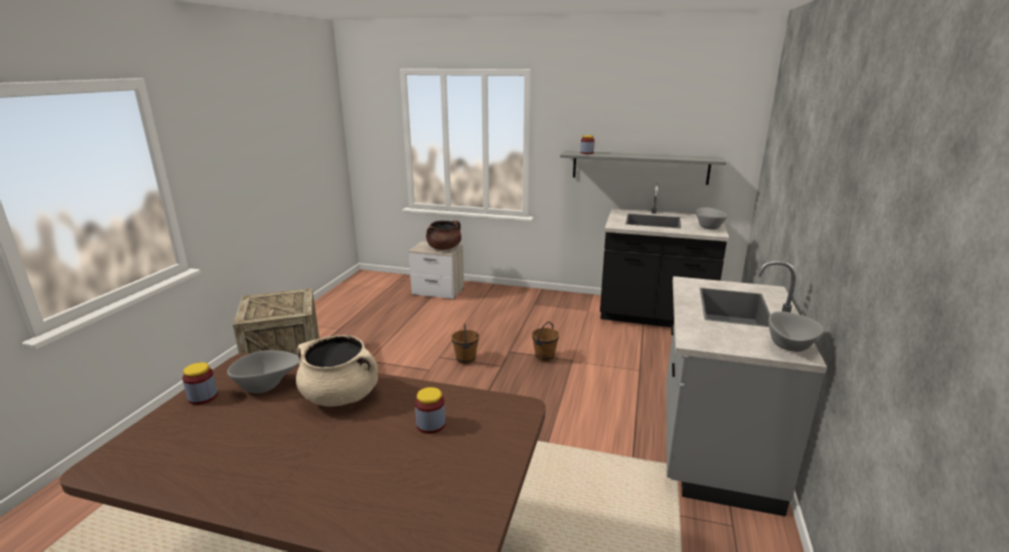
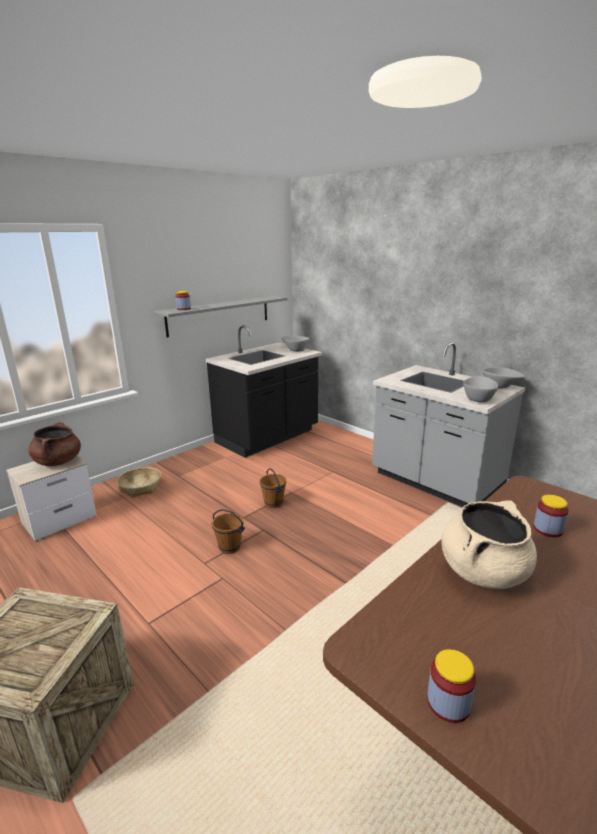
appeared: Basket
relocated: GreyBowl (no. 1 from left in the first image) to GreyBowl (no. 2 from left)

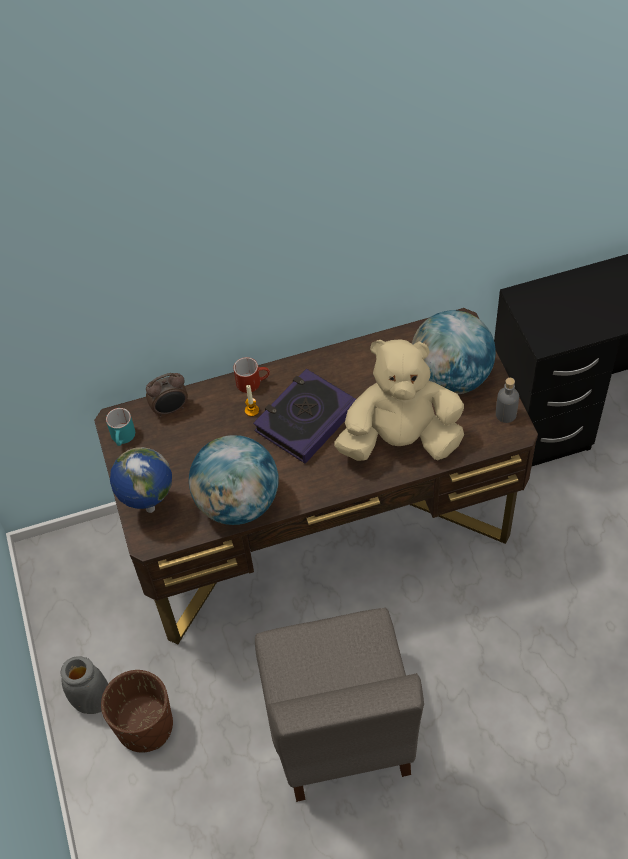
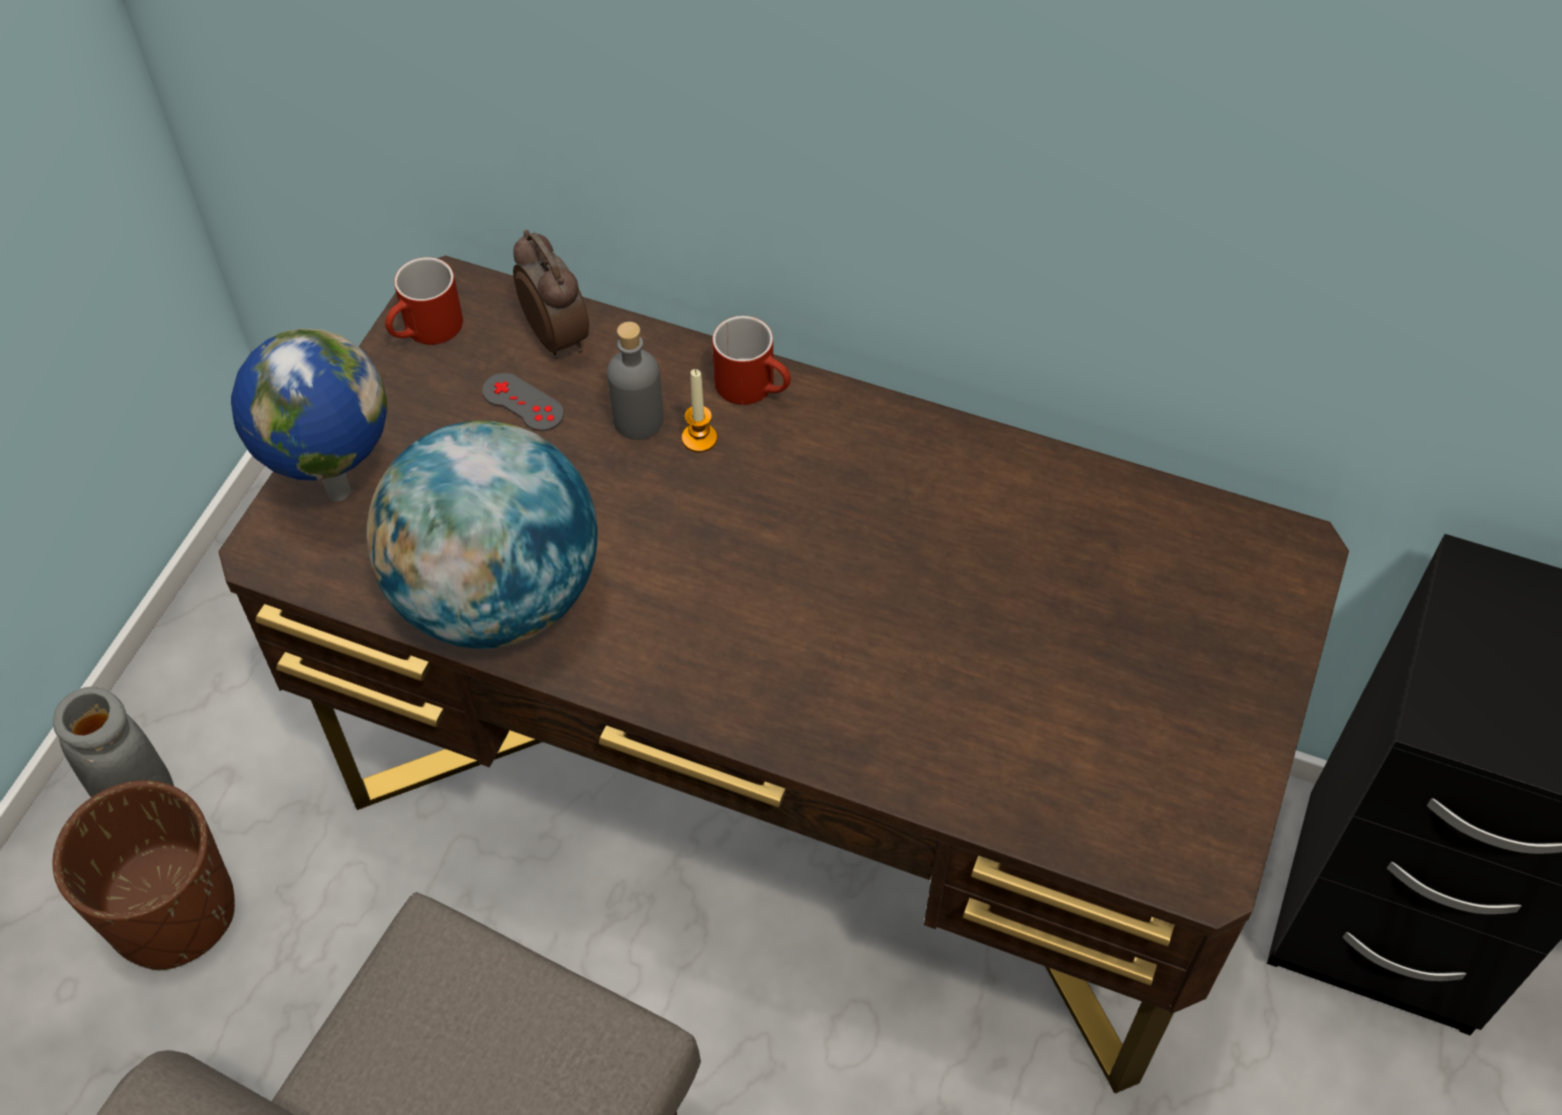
missing: Globe (no. 3 from left); BeigePlushToy; Book
appeared: GreyGameController
relocated: GreyBottle
colour: TurquoiseMug to RedMug (no. 1 from left)
spun: AlarmClock 135 degrees counterclockwise

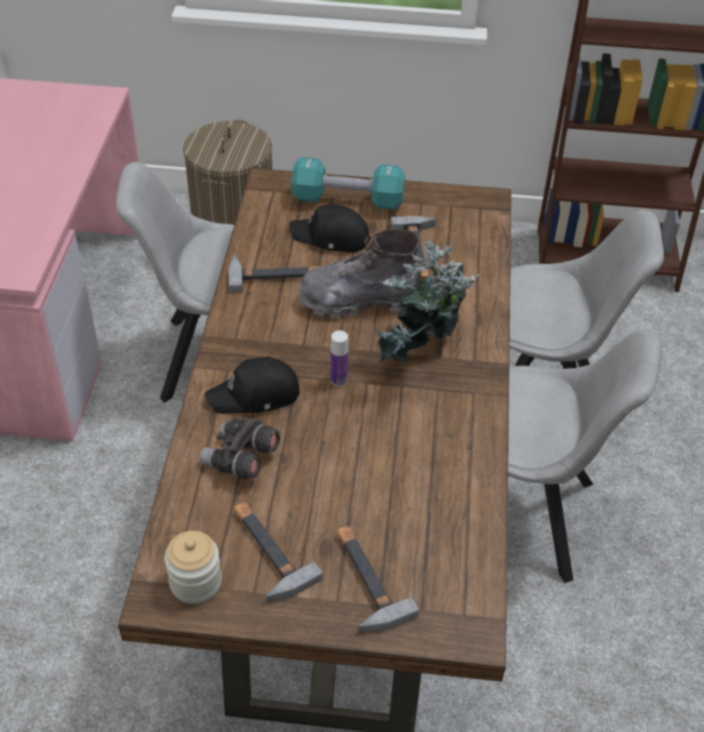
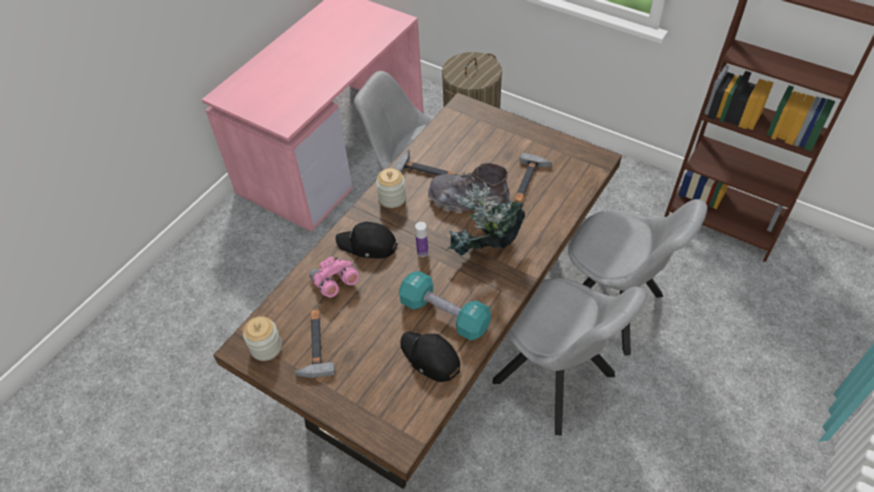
missing: Hammer (no. 3 from left)
appeared: Jar (no. 2 from left)
relocated: TurquoiseDumbbell; BlackCap (no. 2 from left)
colour: GreyBinoculars to PinkBinoculars

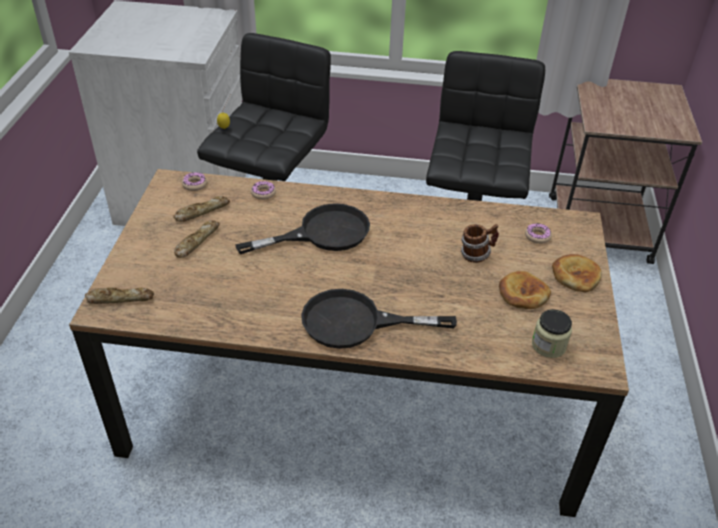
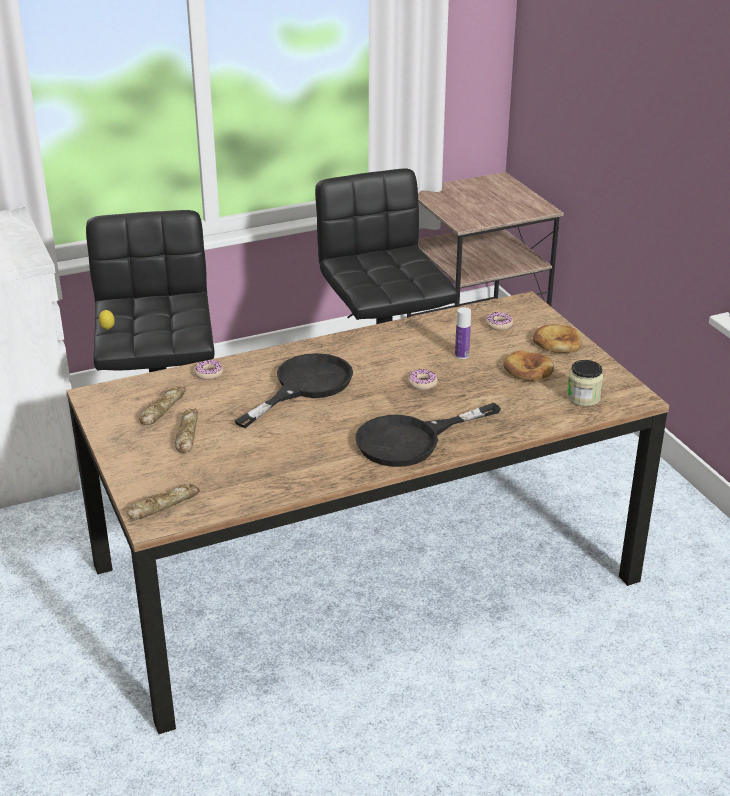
relocated: Donut (no. 1 from left in the first image) to Donut (no. 2 from left)
exchanged: Mug to Bottle

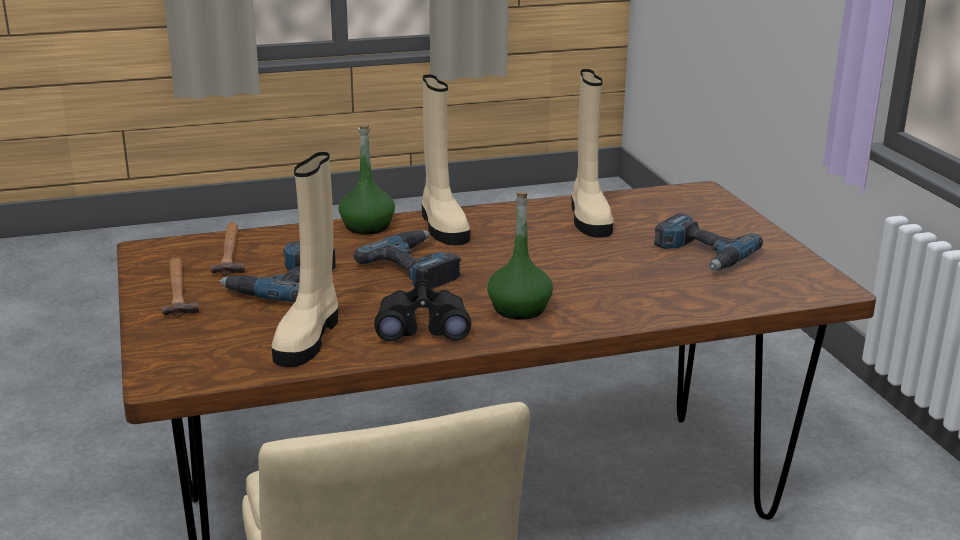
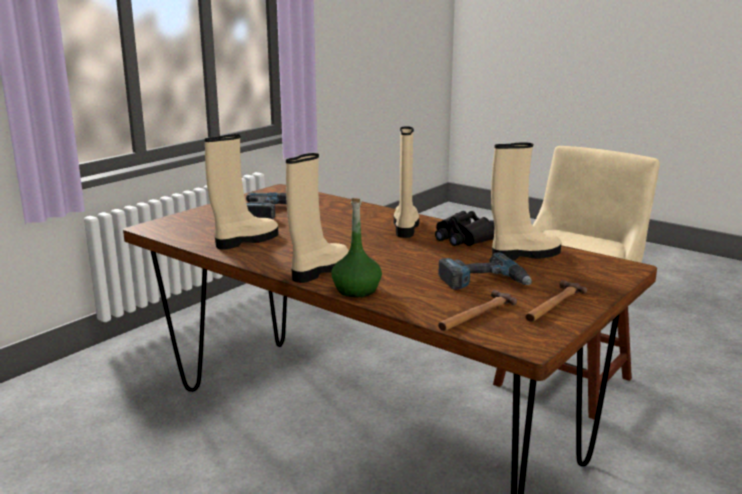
missing: PowerDrill (no. 2 from left)
exchanged: GreenBottle (no. 2 from left) to BeigeBoot (no. 3 from left)

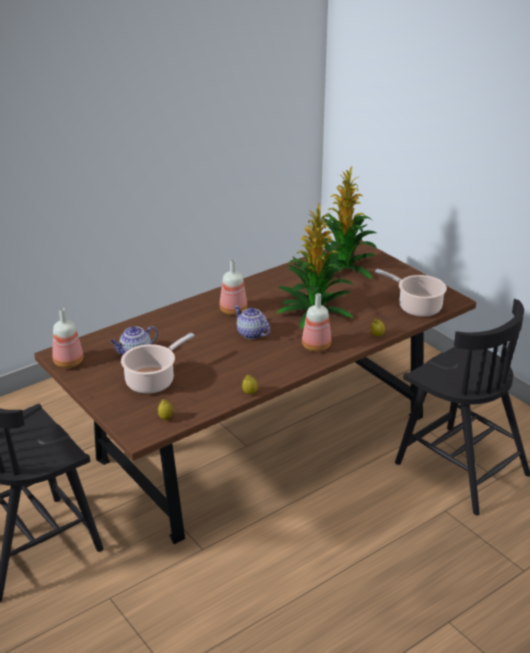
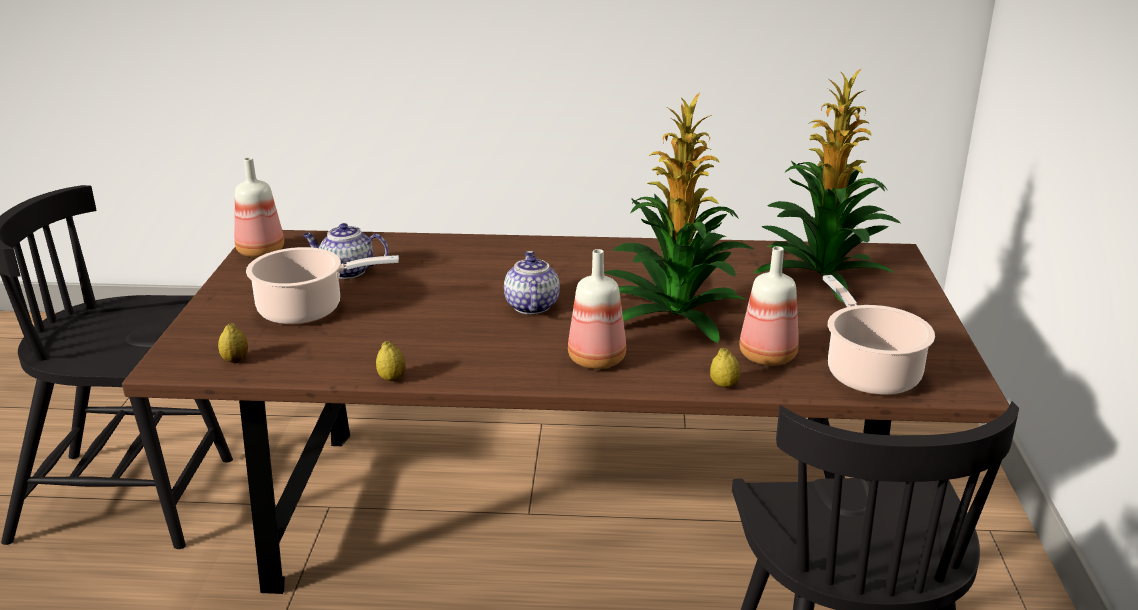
relocated: Bottle (no. 2 from left in the first image) to Bottle (no. 3 from left)

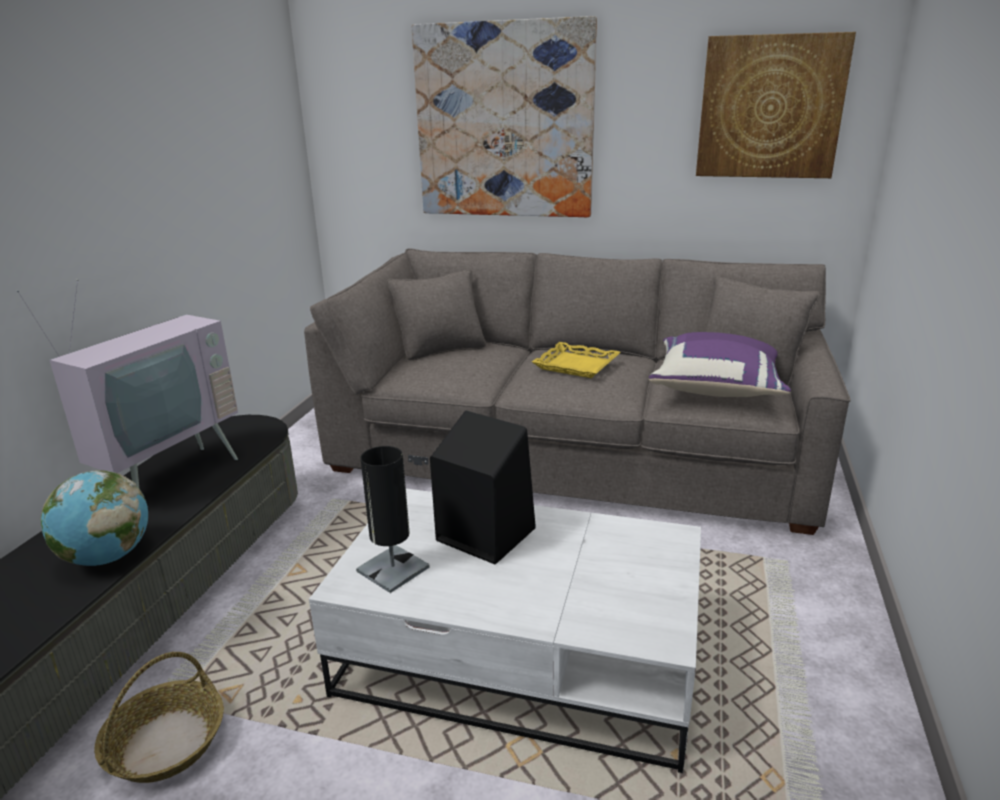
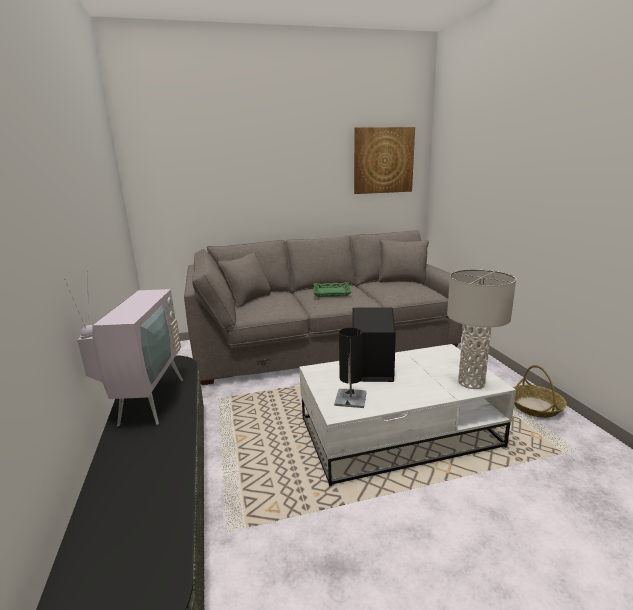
missing: Picture (no. 1 from left); PurplePillow; Globe
appeared: WhiteTableLamp
relocated: Basket
colour: YellowTray to GreenTray

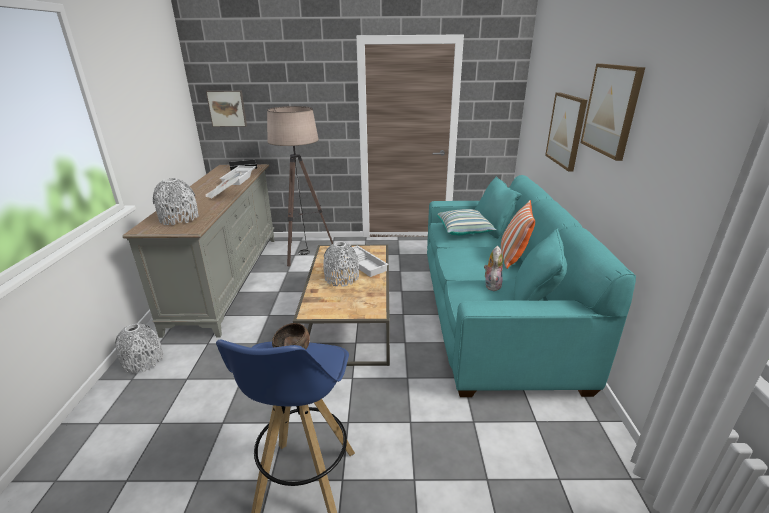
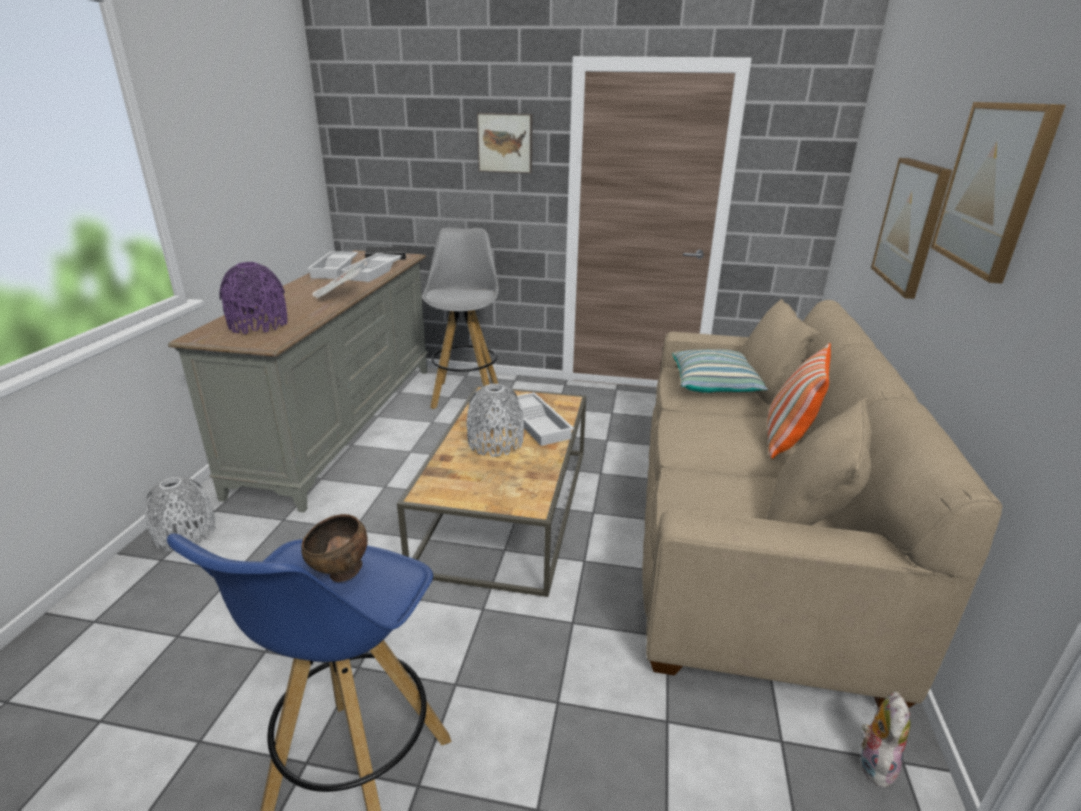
appeared: WhiteTray (no. 1 from left)
relocated: Picture (no. 1 from left); PlushToy
exchanged: FloorLamp to GreyStool
colour: TurquoiseSofa to BeigeSofa; GreyVase (no. 2 from left) to PurpleVase

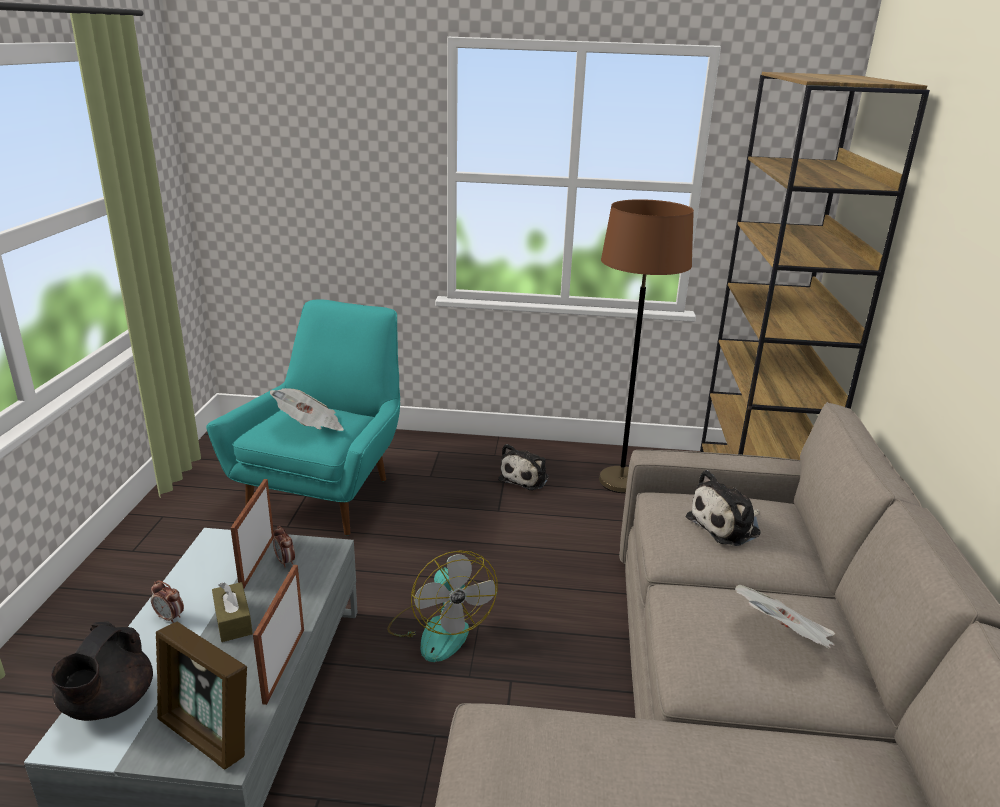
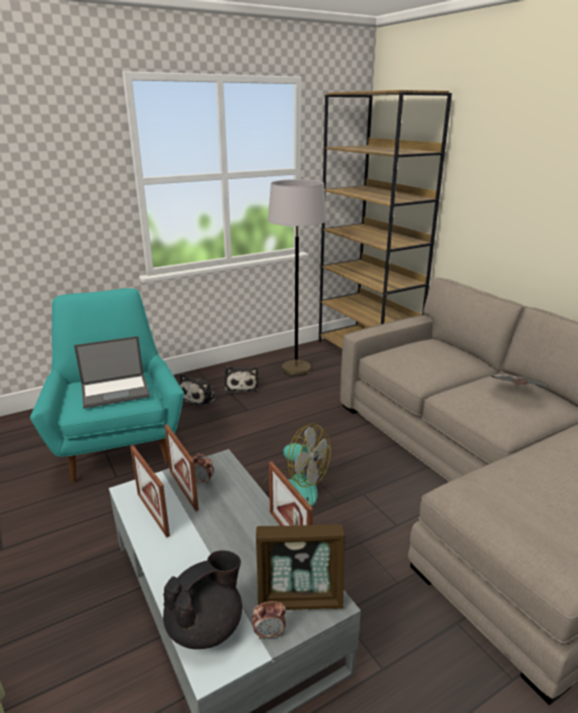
missing: BrownTissueBox
appeared: PictureFrame (no. 1 from left)
relocated: PlushToy (no. 2 from left in the first image) to PlushToy (no. 1 from left); AlarmClock (no. 1 from left in the first image) to AlarmClock (no. 2 from left)
exchanged: Newspaper (no. 1 from left) to Laptop
colour: BrownFloorLamp to GreyFloorLamp
spun: BlackTeapot 105 degrees counterclockwise

